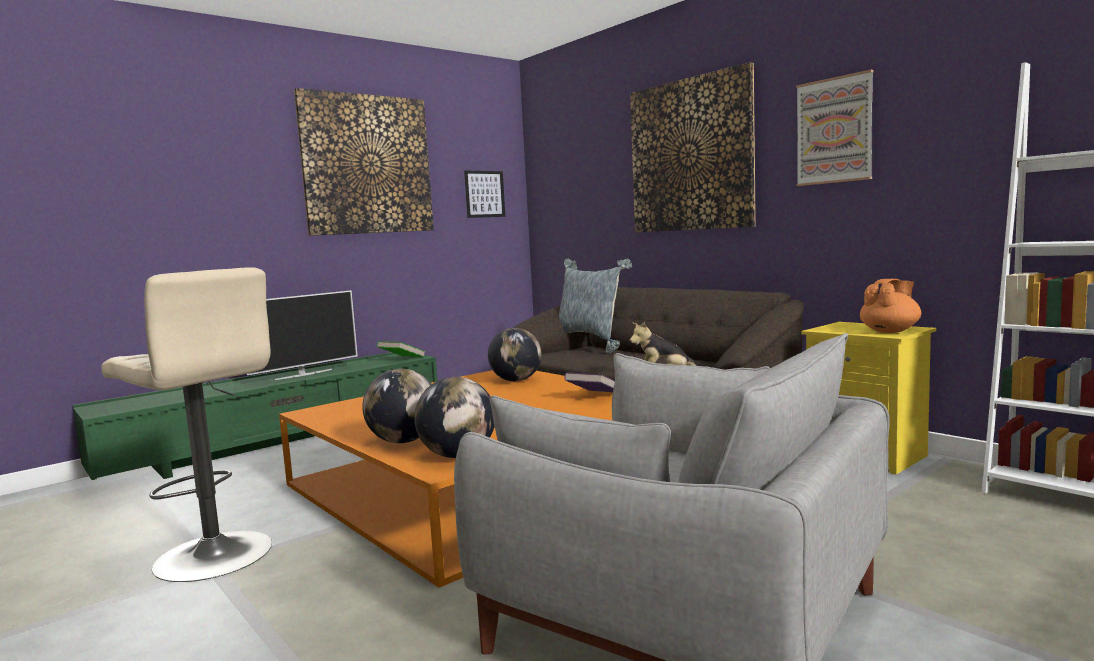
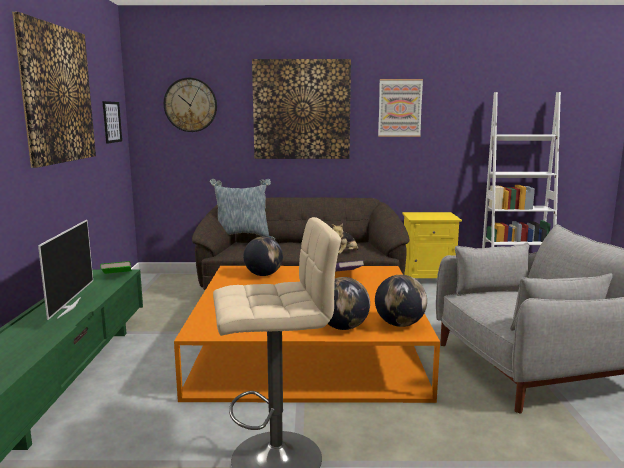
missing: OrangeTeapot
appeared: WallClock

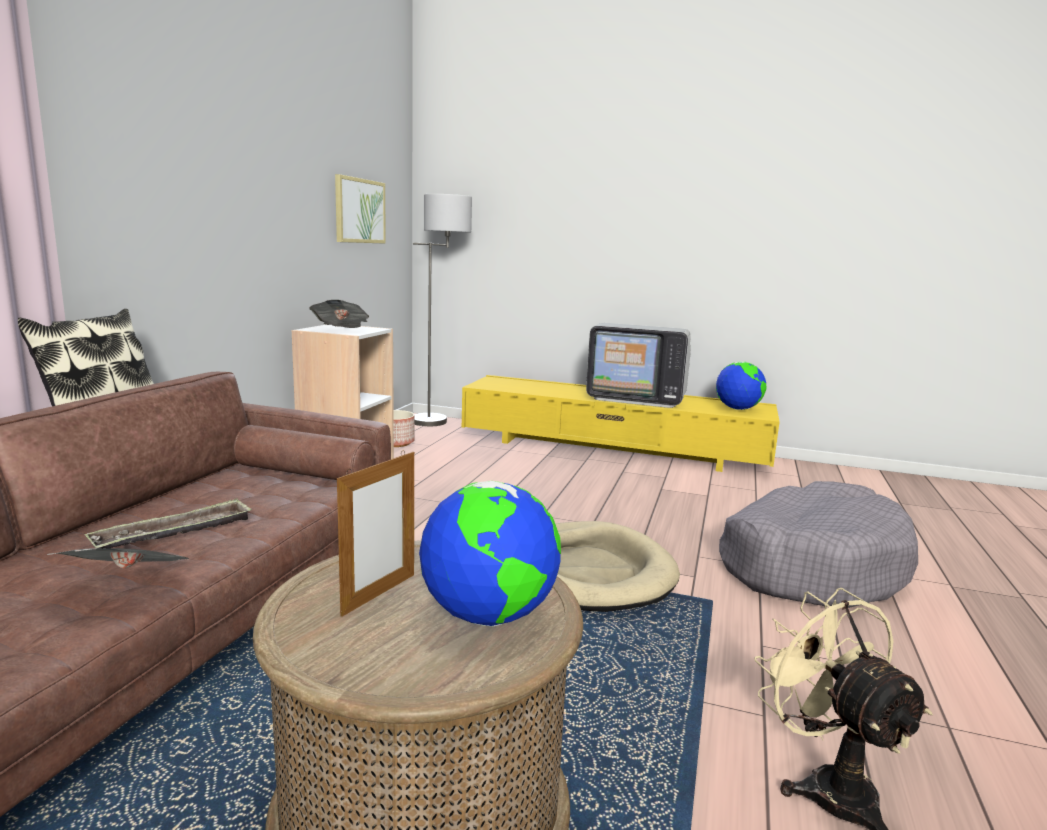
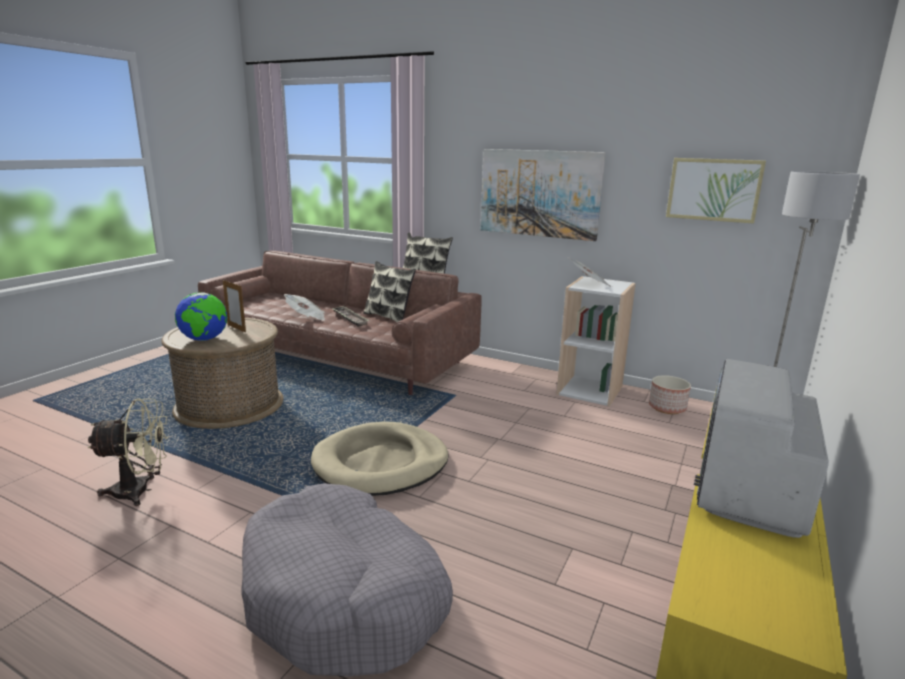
missing: Globe (no. 2 from left)
appeared: Picture (no. 1 from left); Pillow (no. 1 from left)

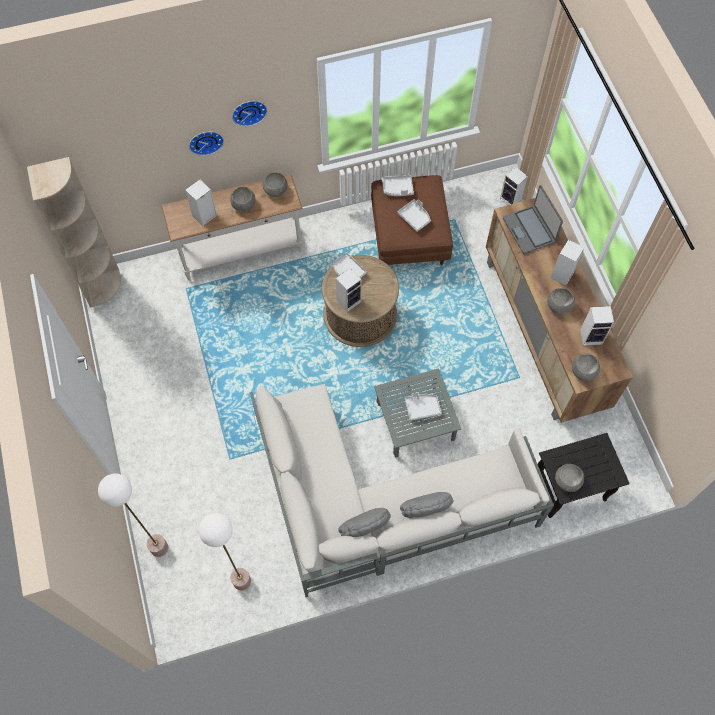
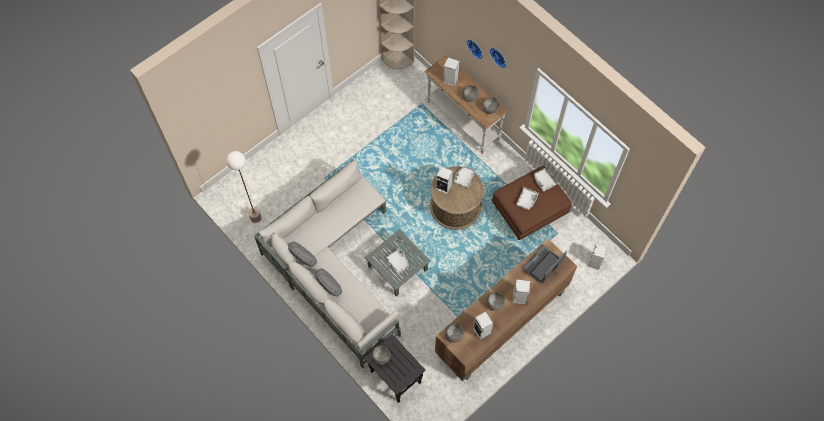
missing: FloorLamp (no. 1 from left)

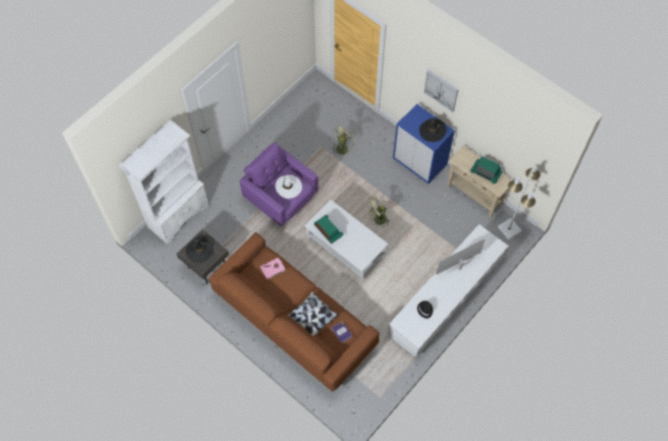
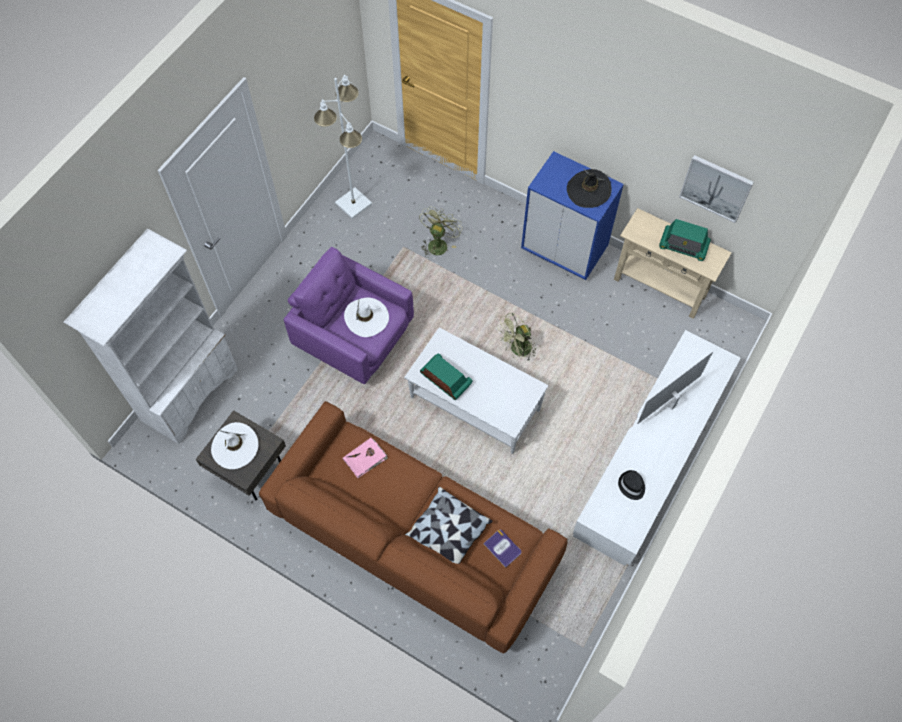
relocated: Picture; WhiteFloorLamp
colour: BlackHat (no. 1 from left) to WhiteHat (no. 1 from left)

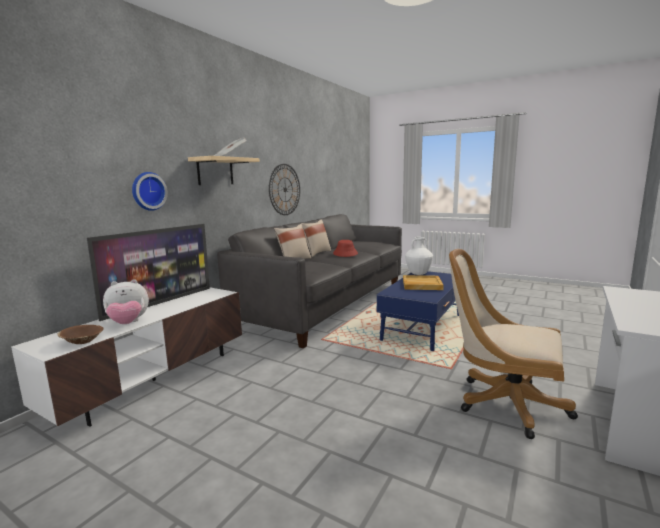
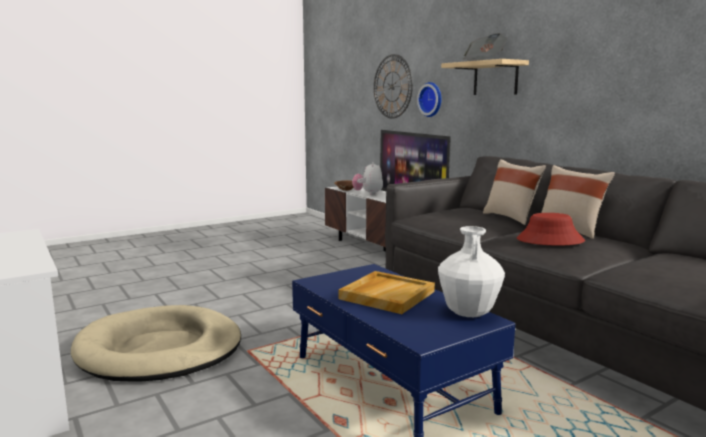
relocated: WallClock (no. 2 from left in the first image) to WallClock (no. 1 from left)
exchanged: OfficeChair to BeigeDogBed

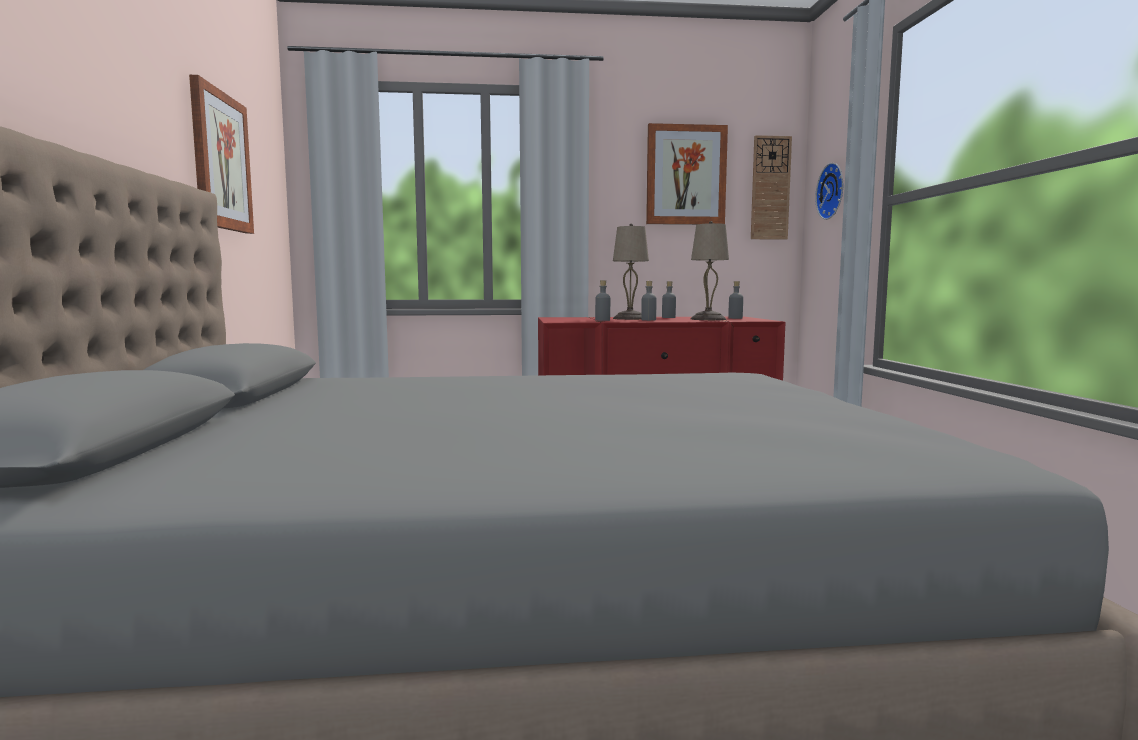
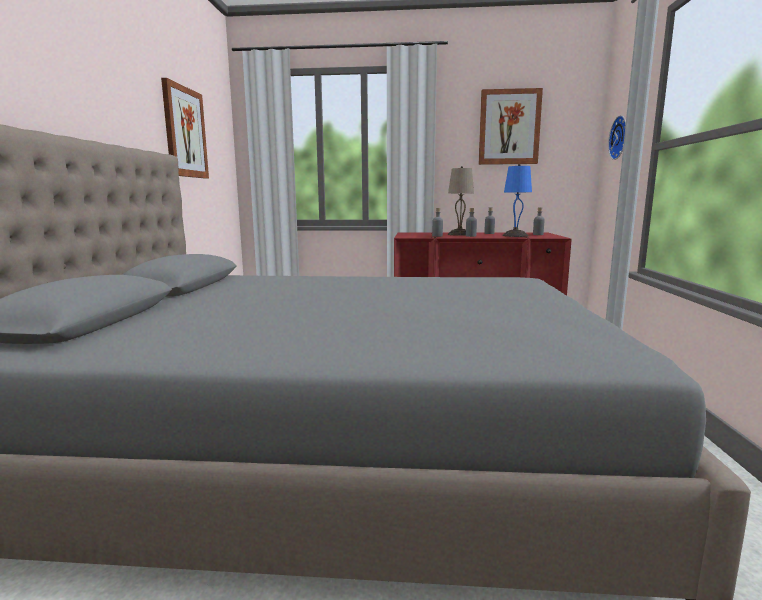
missing: WallClock (no. 1 from left)
colour: BeigeTableLamp (no. 2 from left) to BlueTableLamp

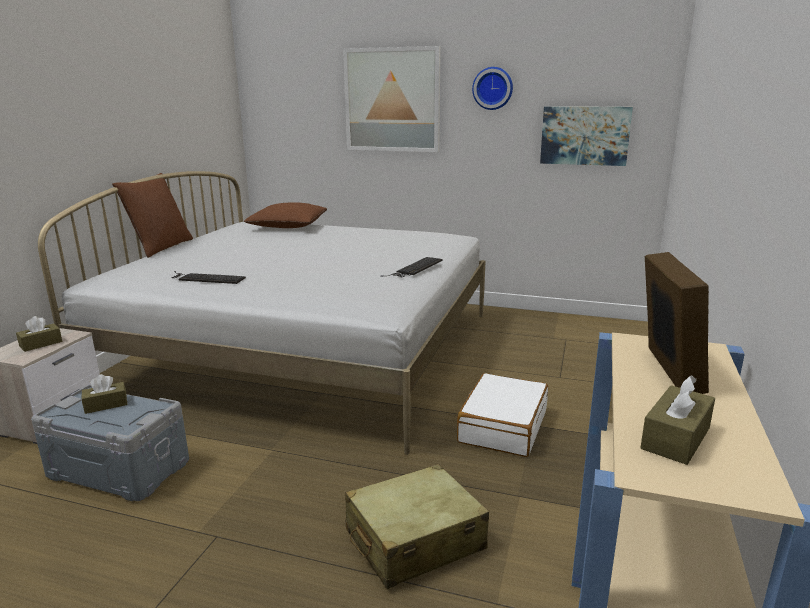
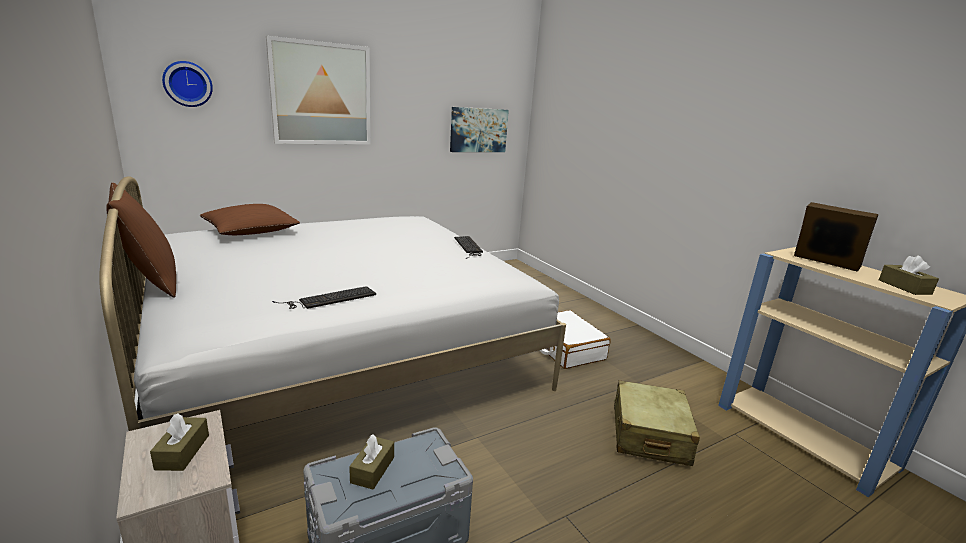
relocated: WallClock

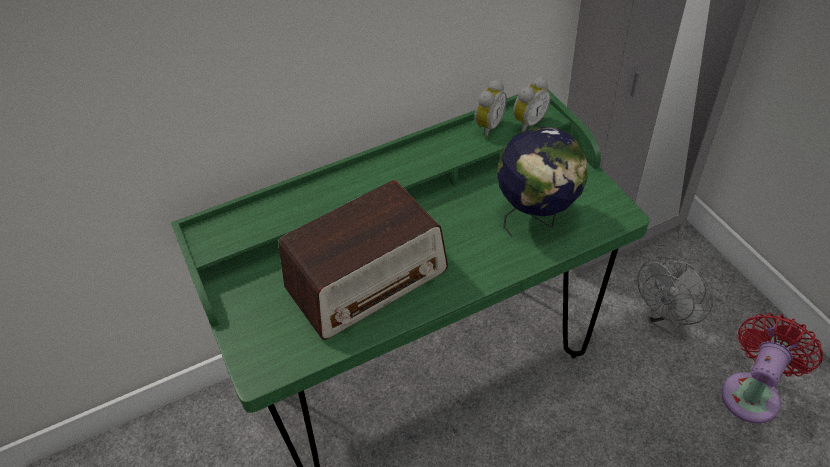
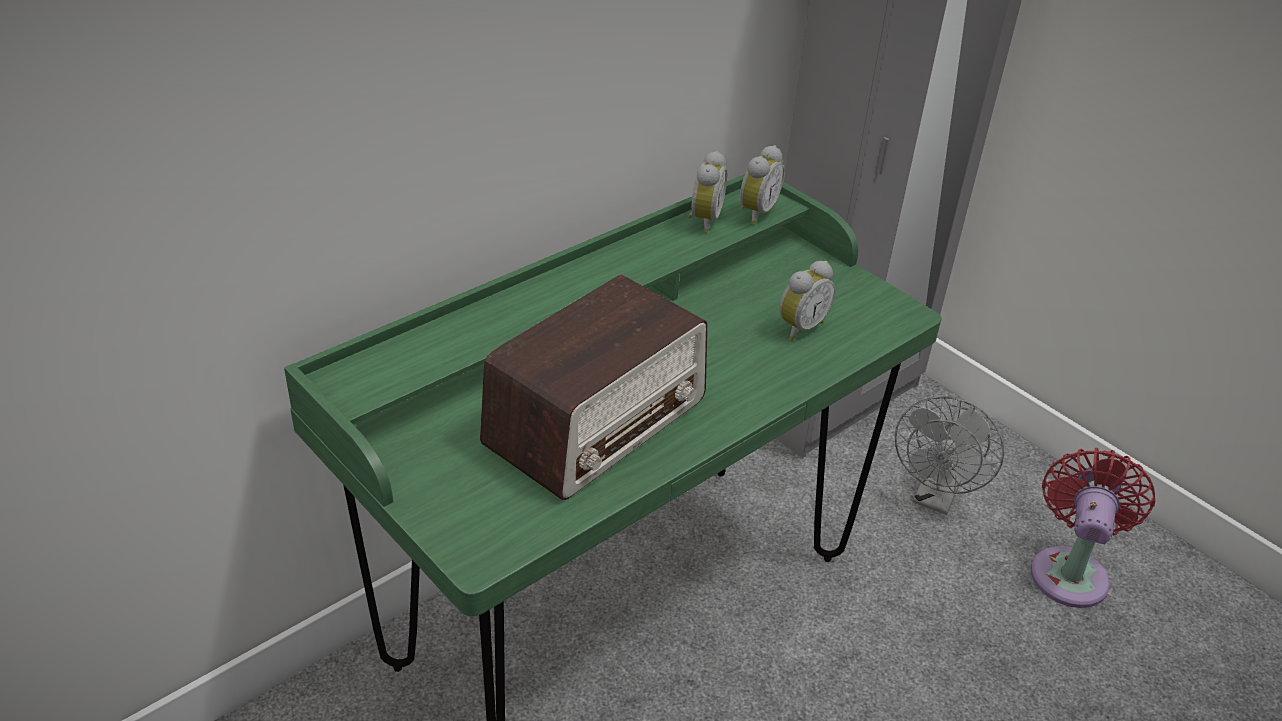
exchanged: Globe to AlarmClock (no. 3 from left)

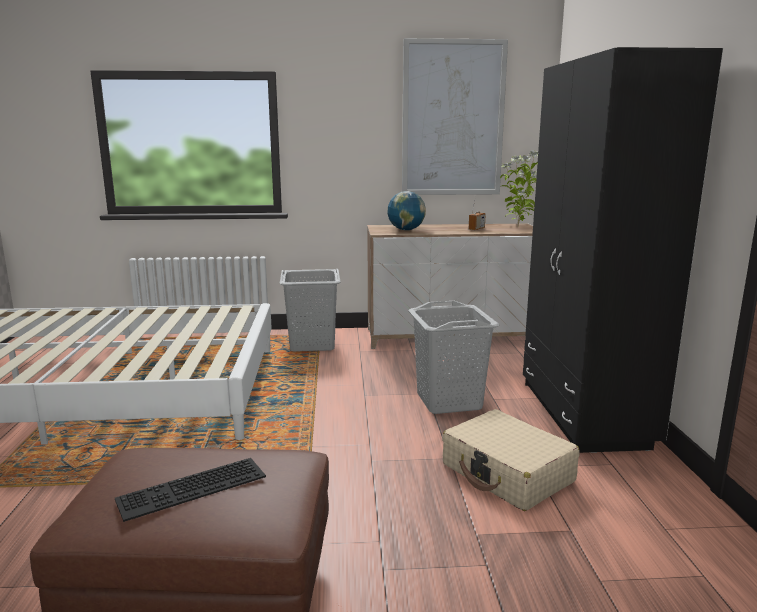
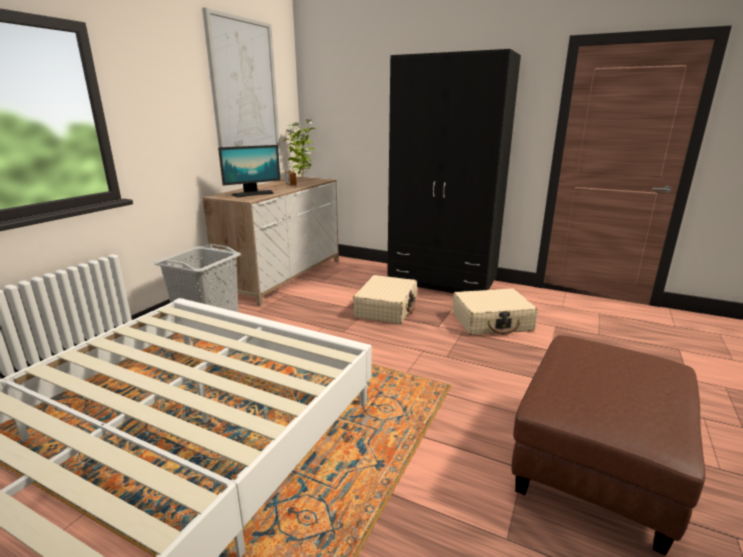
missing: Keyboard
exchanged: Globe to Monitor; GreyLaundryBasket (no. 2 from left) to BeigeSuitcase (no. 1 from left)

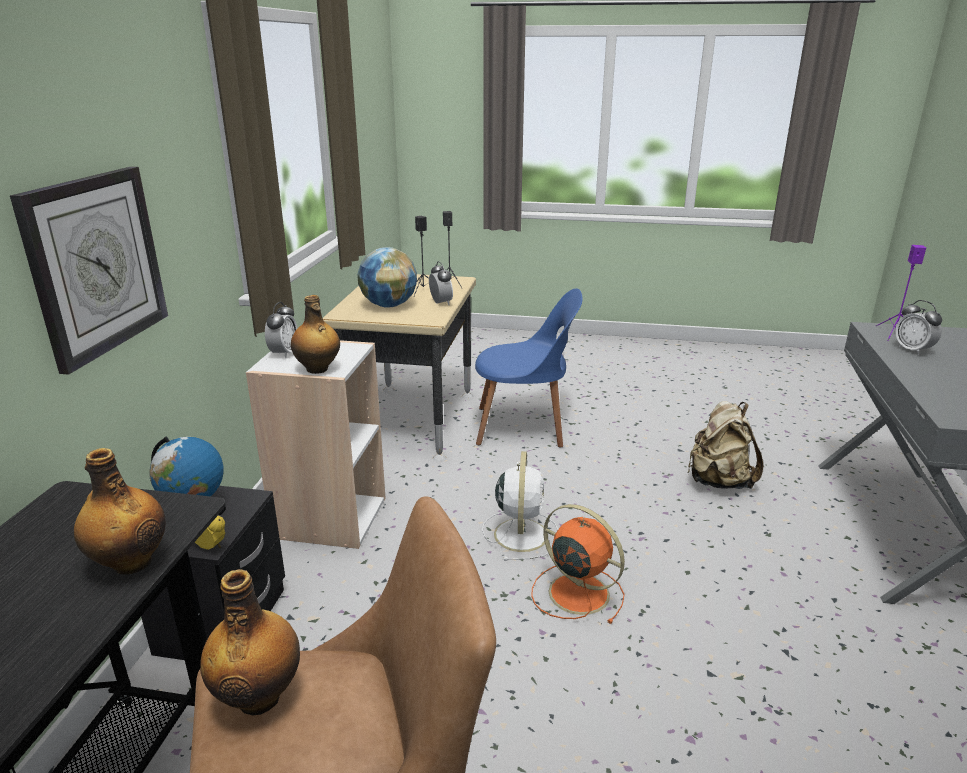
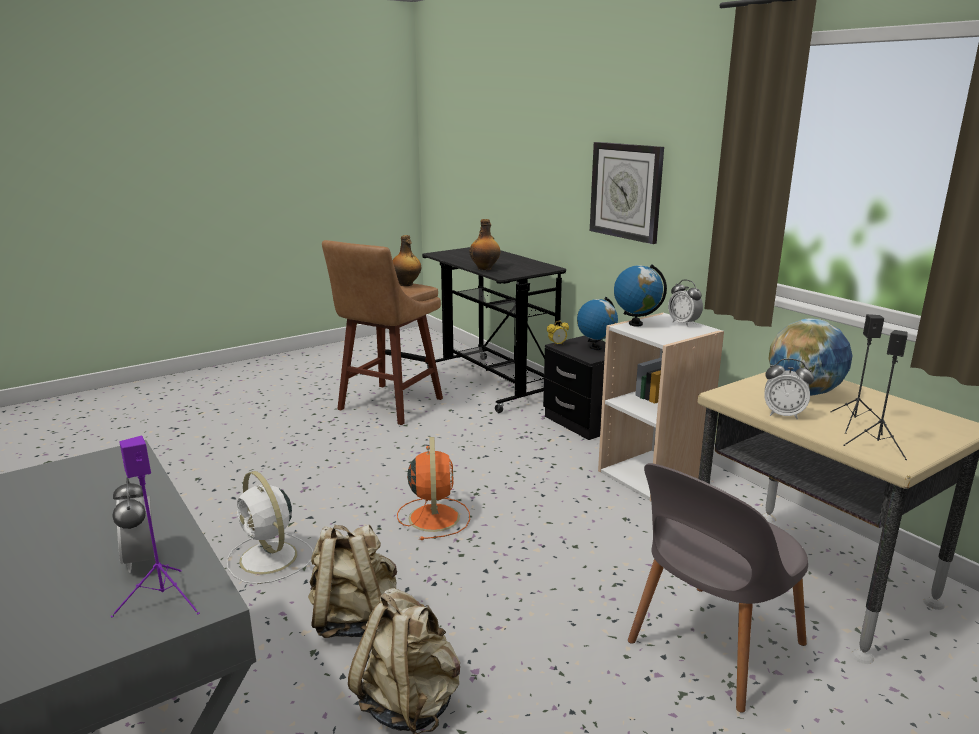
appeared: BeigeBackpack (no. 1 from left)
relocated: WhiteFan
exchanged: Bottle (no. 3 from left) to Globe (no. 2 from left)
colour: BlueChair to GreyChair
spun: AlarmClock (no. 4 from left in the first image) 135 degrees counterclockwise; OrangeFan 90 degrees counterclockwise

